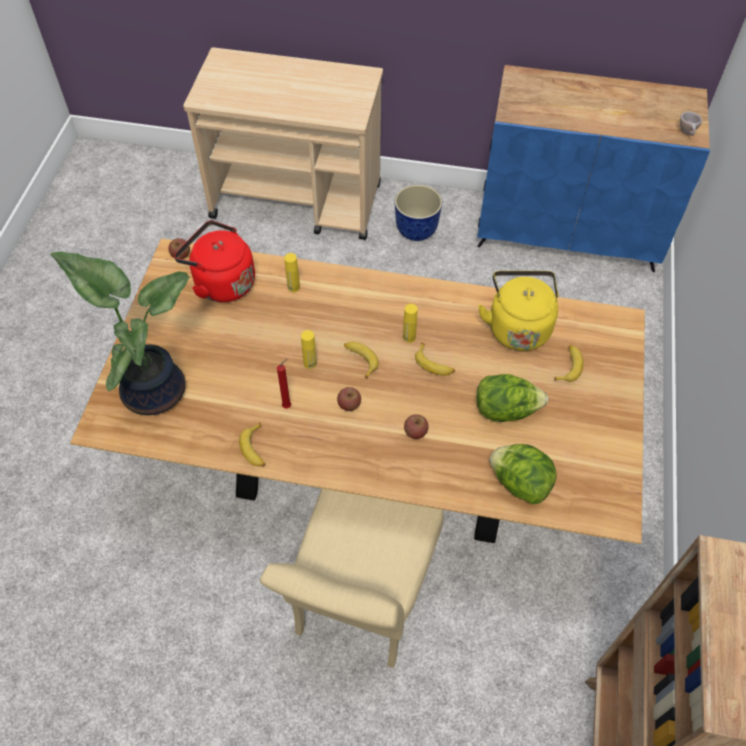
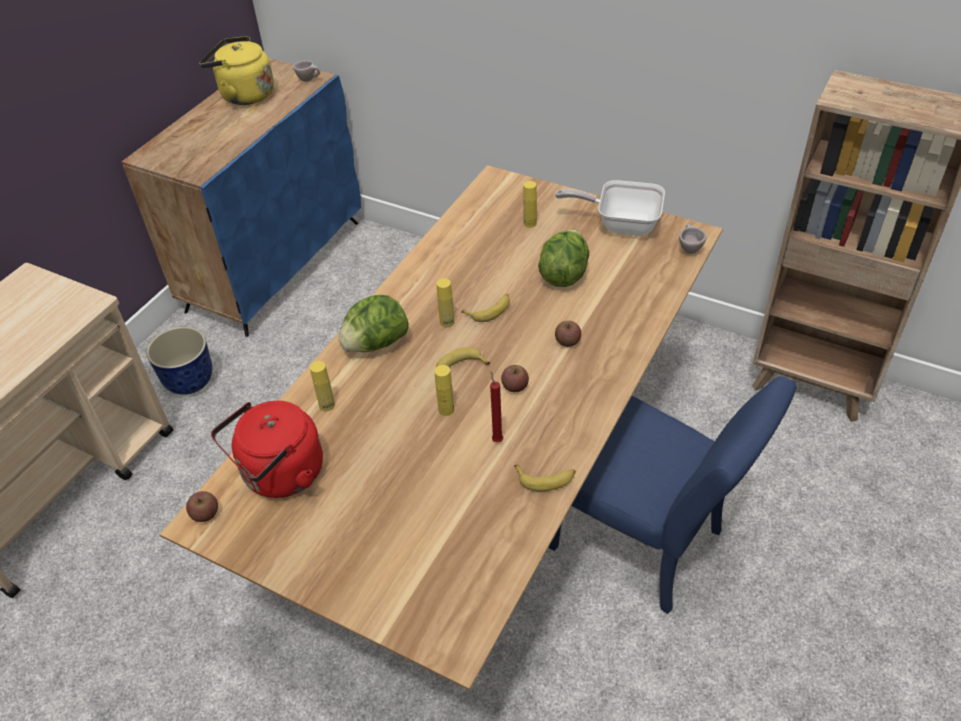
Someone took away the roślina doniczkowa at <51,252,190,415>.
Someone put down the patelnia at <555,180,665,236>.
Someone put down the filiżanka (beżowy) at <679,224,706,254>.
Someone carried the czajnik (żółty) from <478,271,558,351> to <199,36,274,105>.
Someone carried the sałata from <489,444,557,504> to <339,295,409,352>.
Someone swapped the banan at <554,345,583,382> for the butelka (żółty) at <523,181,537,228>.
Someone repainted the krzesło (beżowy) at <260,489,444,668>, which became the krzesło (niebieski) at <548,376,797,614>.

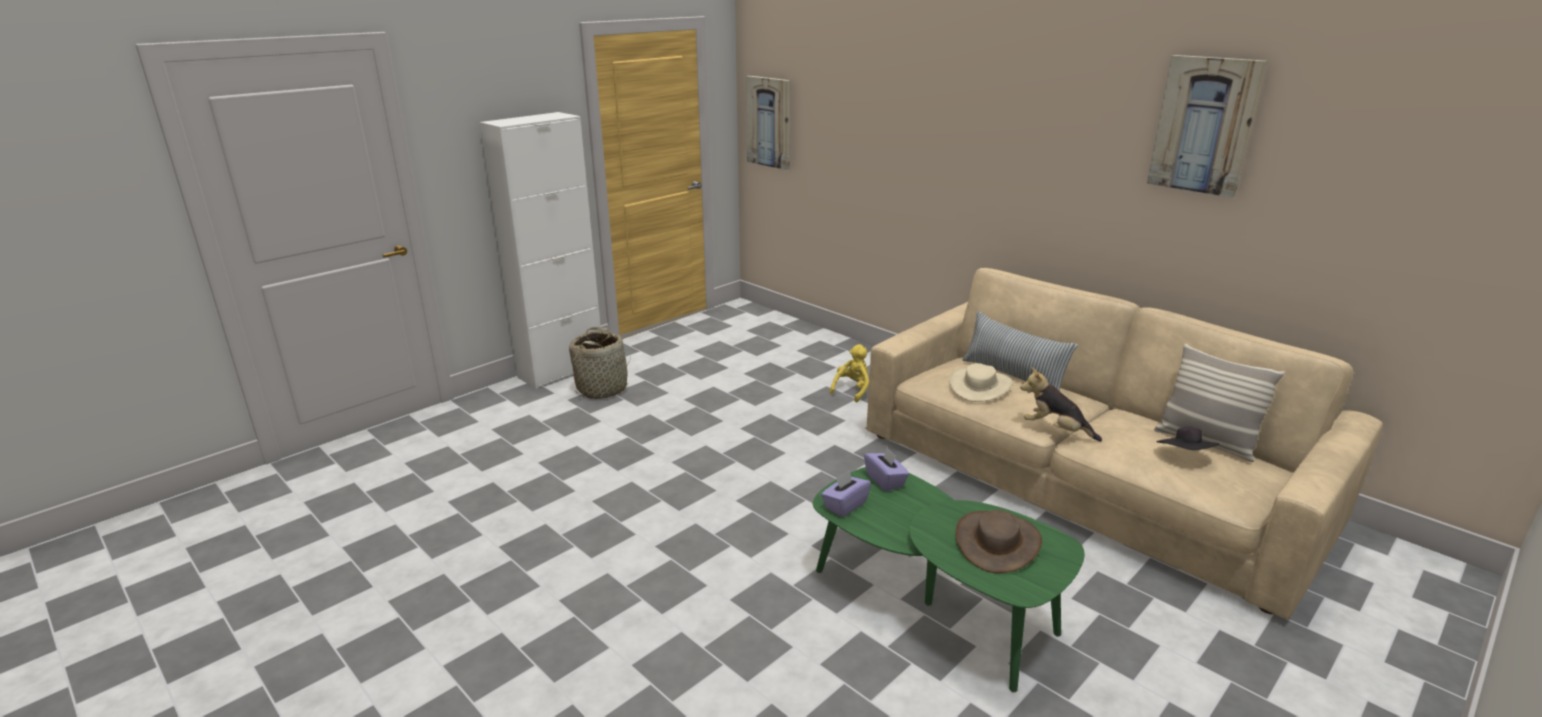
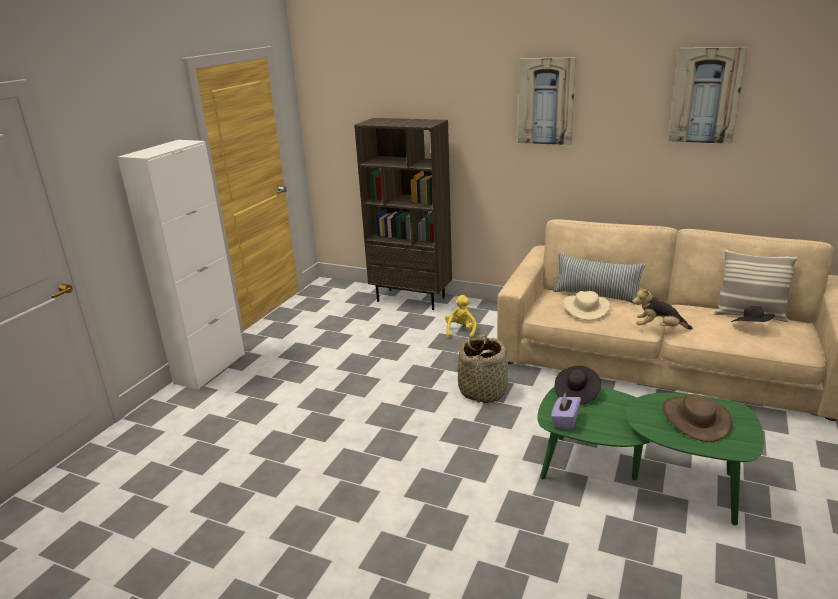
Someone put down the regał (brązowy) at <354,118,452,310>.
Someone carried the koszyk from <569,327,631,399> to <458,334,508,403>.
Someone carried the obraz from <746,76,790,170> to <518,57,577,145>.
Someone swapped the pudełko chusteczek (fioletowy) at <864,447,909,492> for the kapelusz (czarny) at <555,366,601,405>.

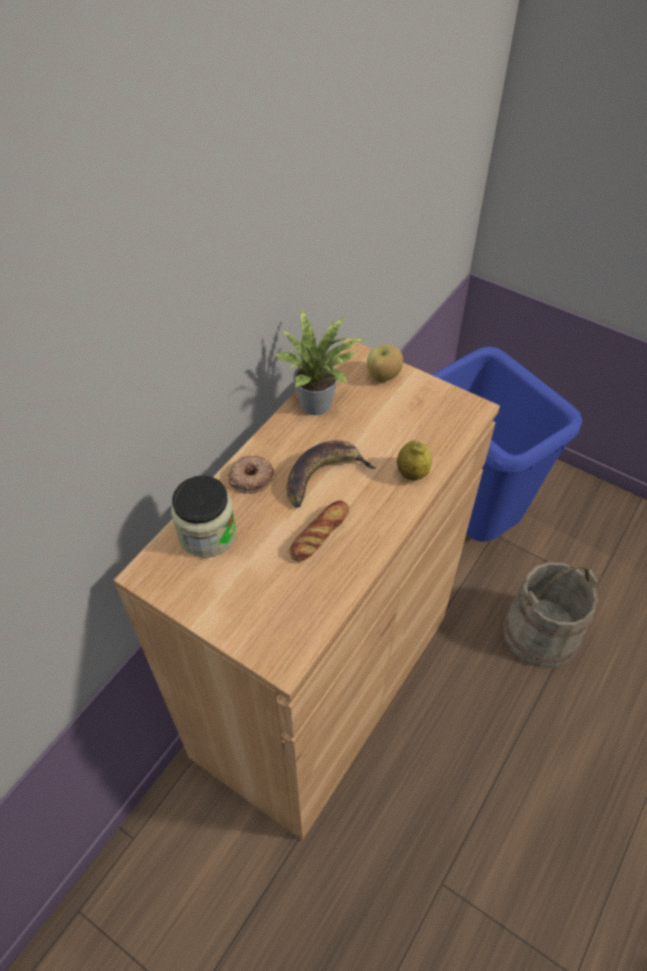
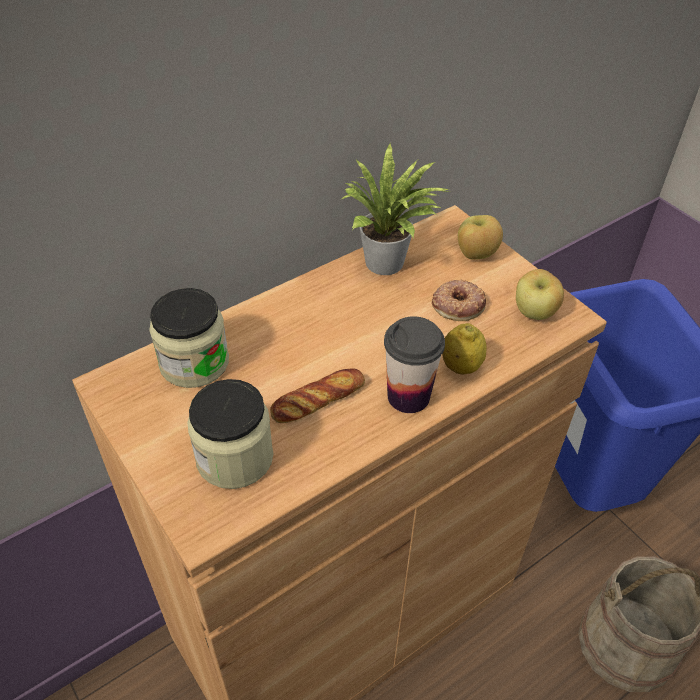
Someone took away the banan at <286,440,376,508>.
Someone put down the słoik at <187,379,273,489>.
Someone put down the filiżanka at <384,316,445,413>.
Someone put down the jabłko at <516,269,564,320>.
Someone carried the donut from <228,456,274,493> to <432,280,486,321>.

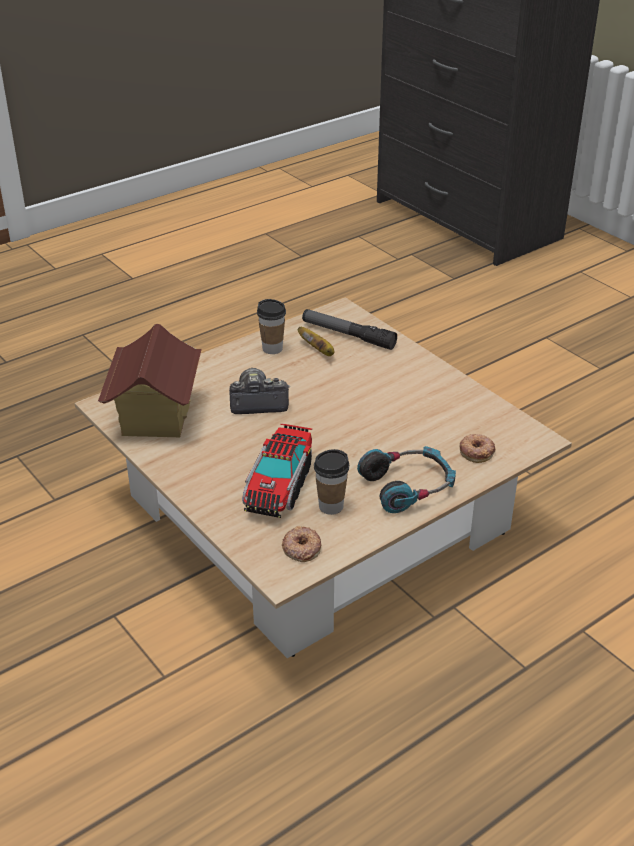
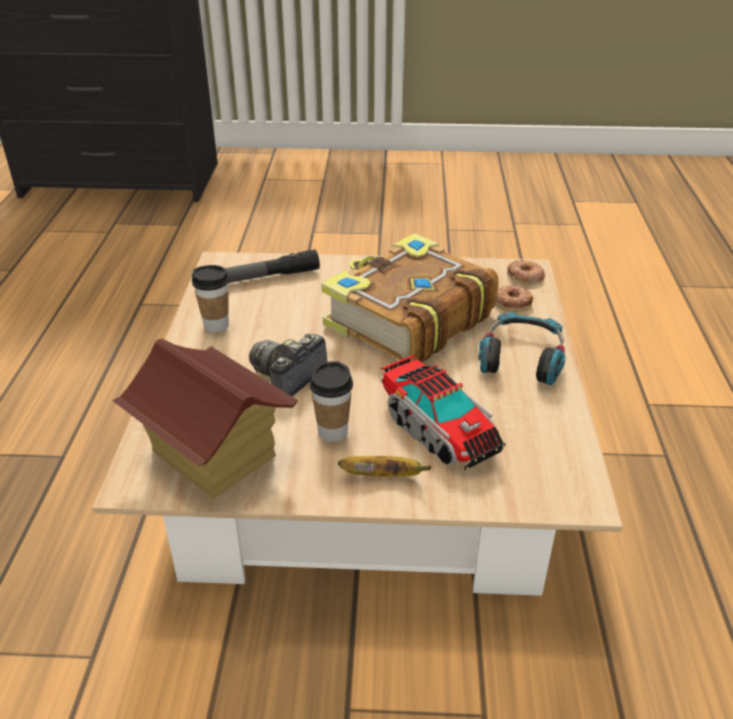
Someone put down the książka at <321,233,499,363>.
Someone carried the donut from <282,526,322,562> to <507,259,545,284>.
Someone carried the banan from <298,327,334,356> to <338,456,432,477>.
Someone carried the filiżanka from <314,449,349,515> to <310,361,353,442>.

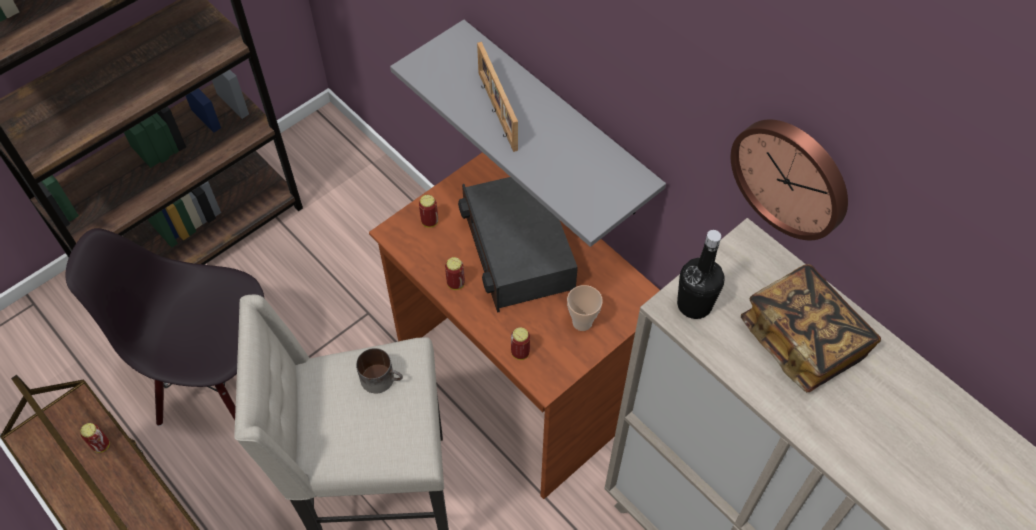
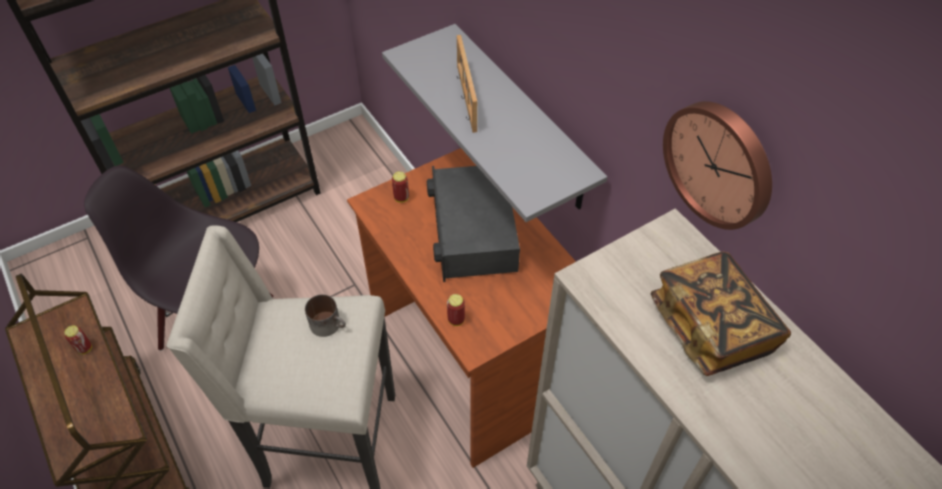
Someone took away the puszka at <445,257,465,290>.
Someone took away the filiżanka at <567,285,603,331>.
Someone took away the butelka (czarny) at <677,230,725,319>.

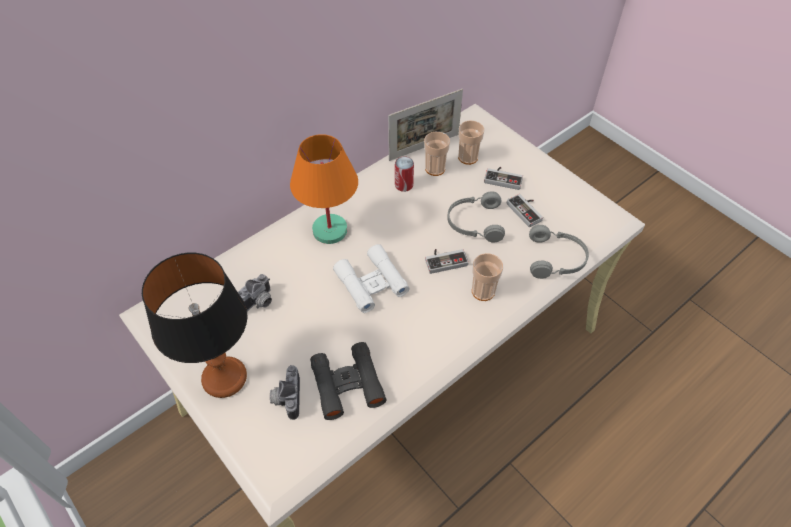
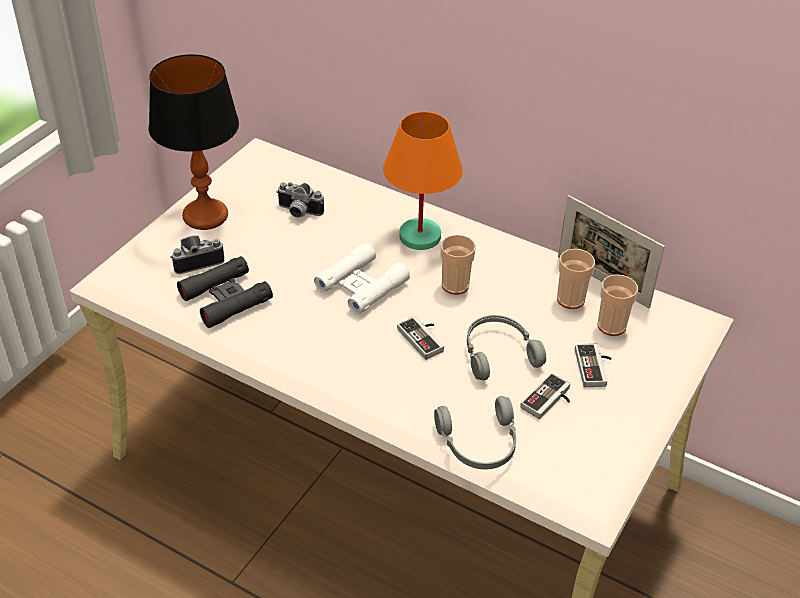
Someone took away the puszka at <395,156,414,192>.
Someone carried the filiżanka from <472,253,503,301> to <441,235,476,295>.

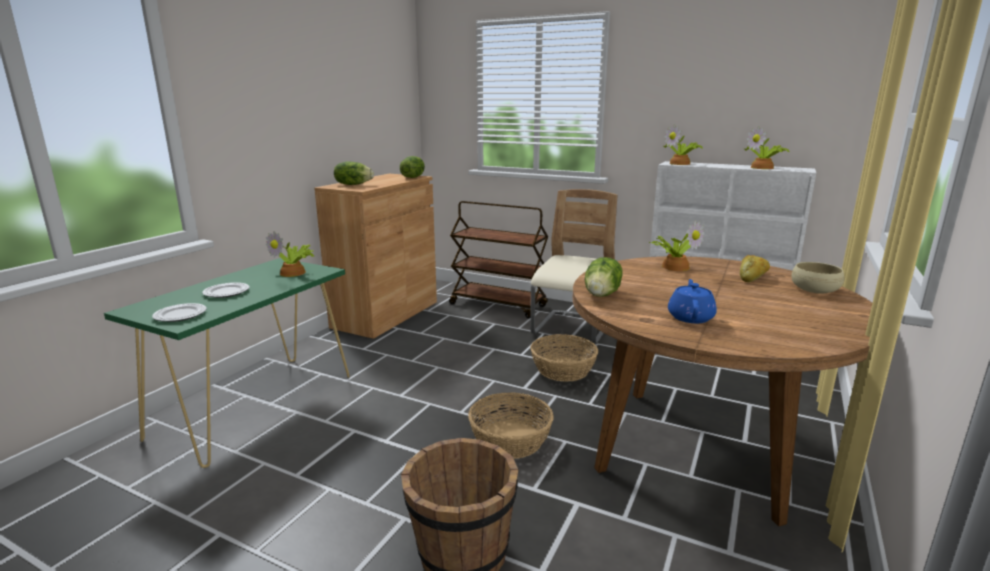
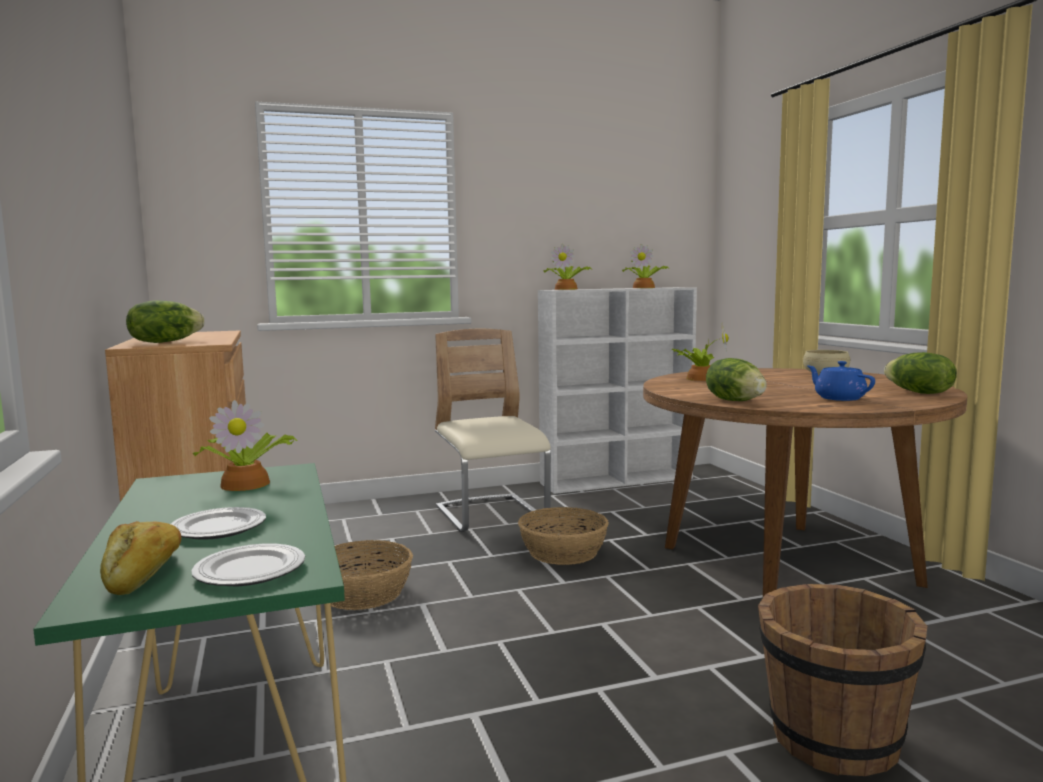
Someone took away the wózek (brązowy) at <449,201,548,318>.
Someone carried the sałata from <400,156,425,178> to <884,352,957,394>.
Someone carried the koszyk from <468,393,554,459> to <331,540,413,610>.
Someone carried the chleb from <740,255,770,282> to <100,521,181,595>.

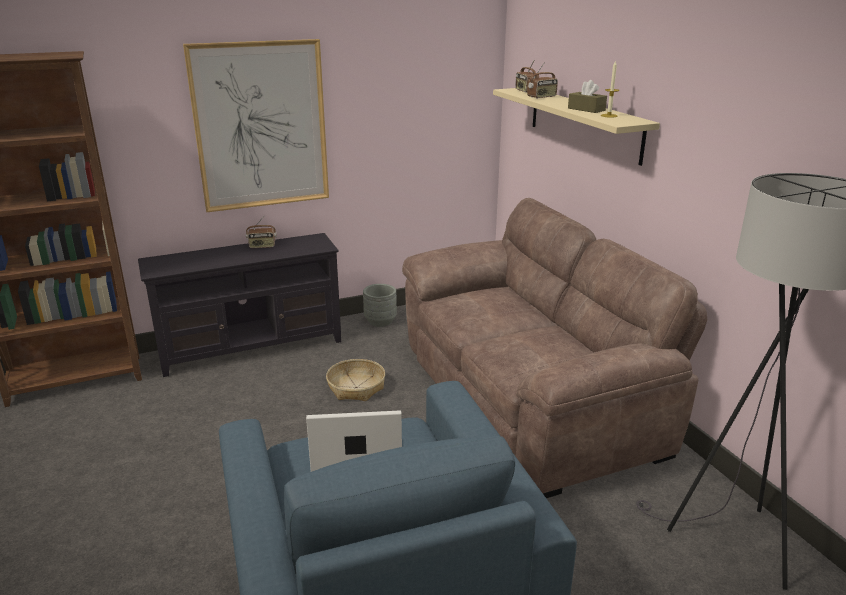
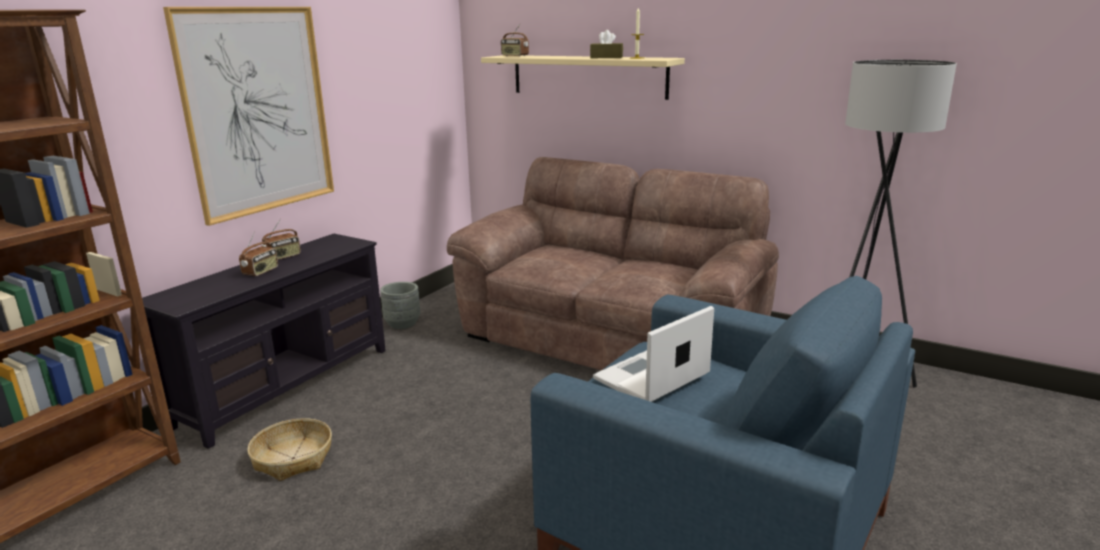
Someone carried the koszyk from <326,359,385,401> to <247,418,332,481>.
Someone carried the radio from <527,62,558,99> to <239,231,278,276>.

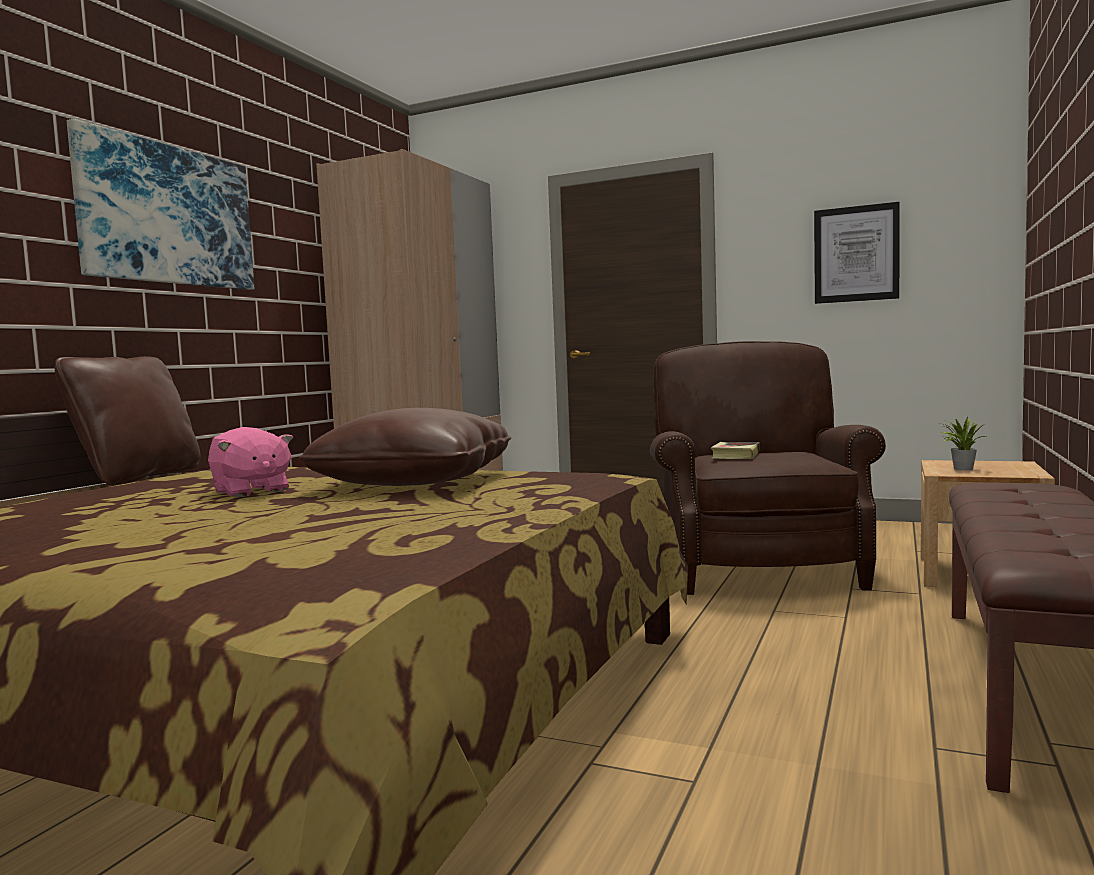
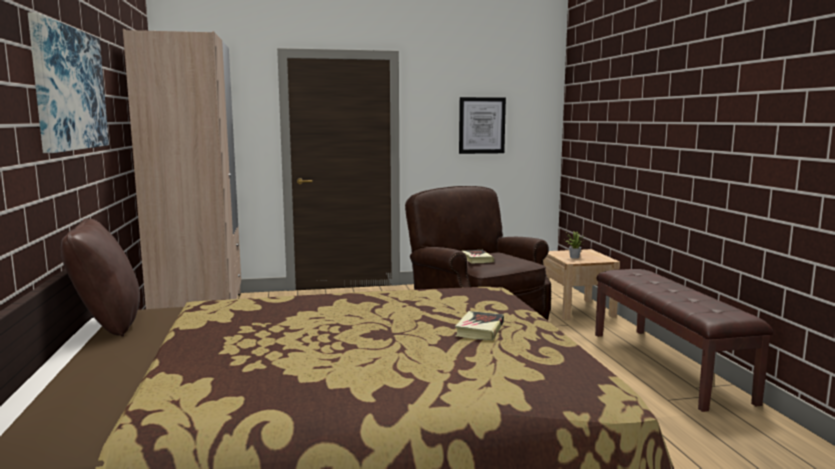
Someone took away the pluszak (różowy) at <208,427,293,497>.
Someone took away the poduszka (brązowy) at <299,408,511,486>.
Someone put down the książka at <455,311,504,340>.

